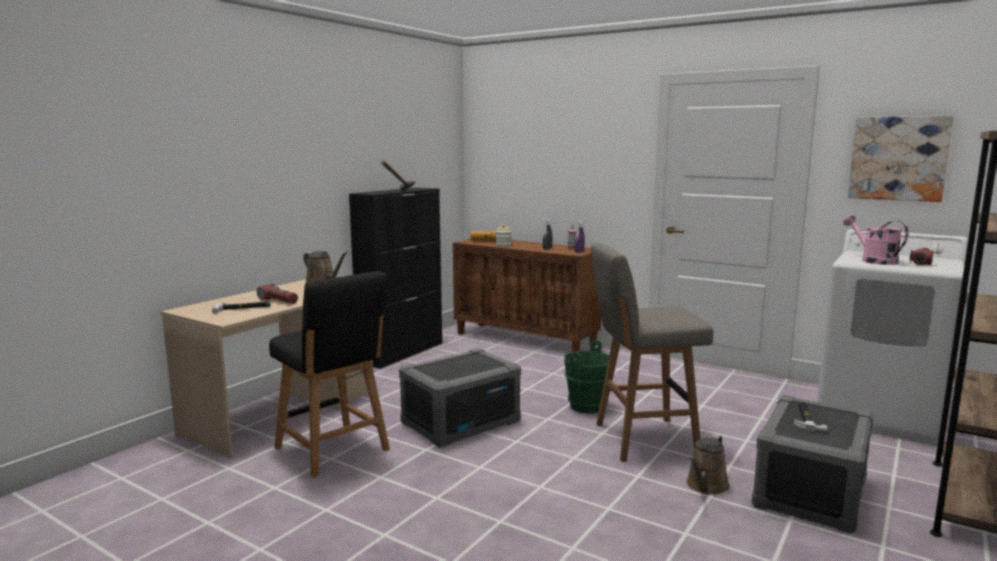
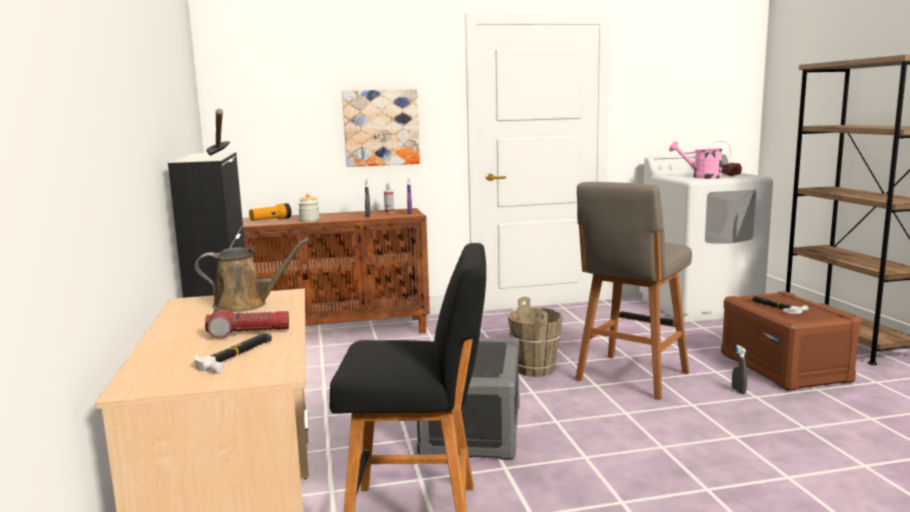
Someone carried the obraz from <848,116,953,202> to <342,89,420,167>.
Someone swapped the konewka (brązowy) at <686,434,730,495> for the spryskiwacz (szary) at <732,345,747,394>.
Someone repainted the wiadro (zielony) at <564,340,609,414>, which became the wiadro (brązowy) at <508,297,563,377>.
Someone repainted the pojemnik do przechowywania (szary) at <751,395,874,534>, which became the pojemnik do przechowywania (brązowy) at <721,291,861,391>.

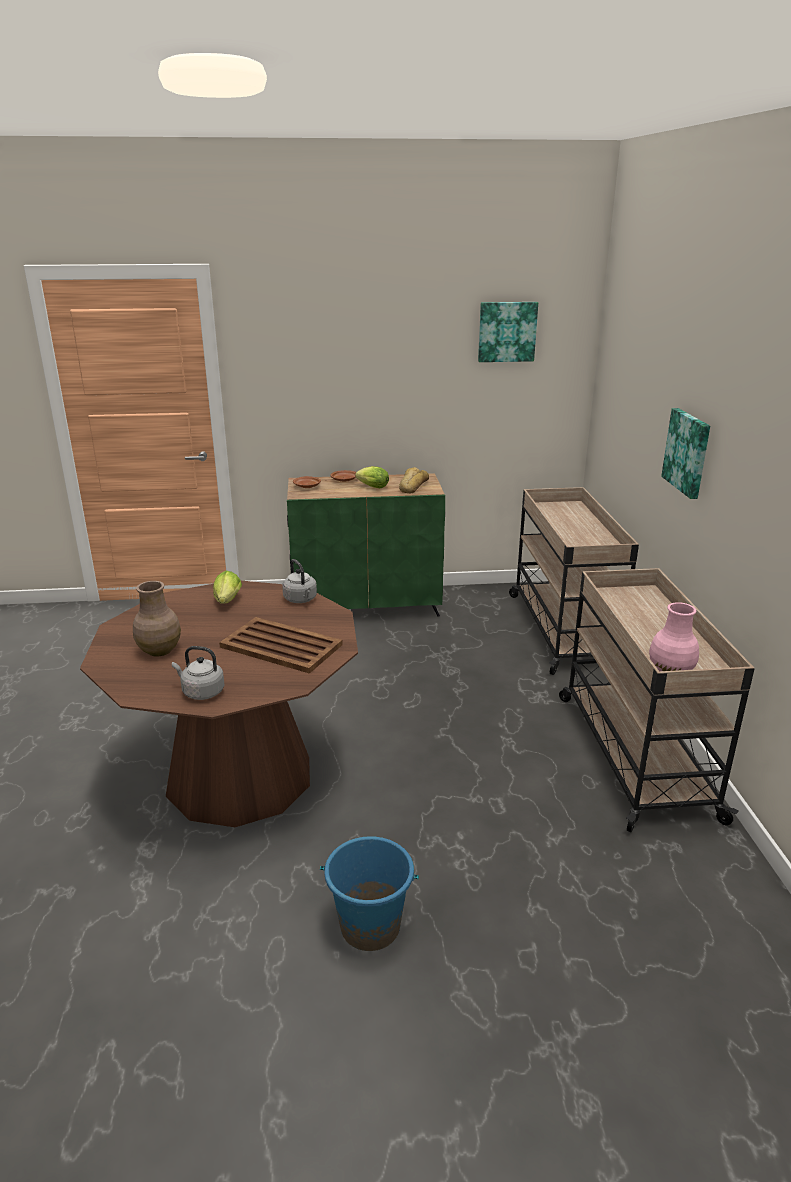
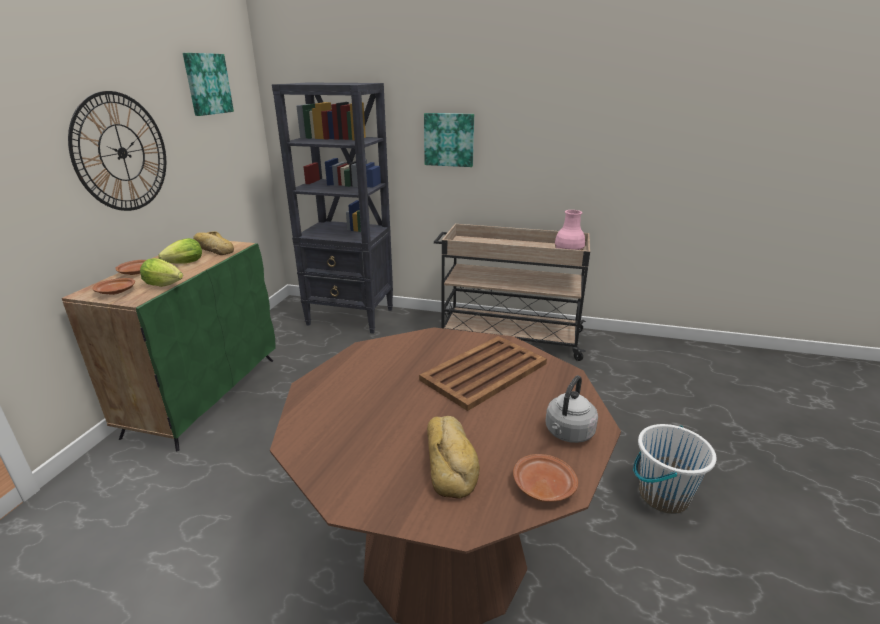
Someone took away the czajnik (szary) at <282,559,317,603>.
Someone put up the zegar ścienny at <68,91,166,211>.
Someone put down the talerz (brązowy) at <513,454,578,502>.
Someone carried the sałata from <213,571,242,604> to <140,258,183,287>.
Someone swapped the wazon (brązowy) at <133,581,181,657> for the chleb at <427,416,480,499>.
Someone swapped the wózek (beżowy) at <509,487,639,675> for the regał (czarny) at <272,83,393,334>.
Someone repainted the wiadro (niebieski) at <320,836,419,951>, which became the wiadro (biały) at <633,424,717,514>.

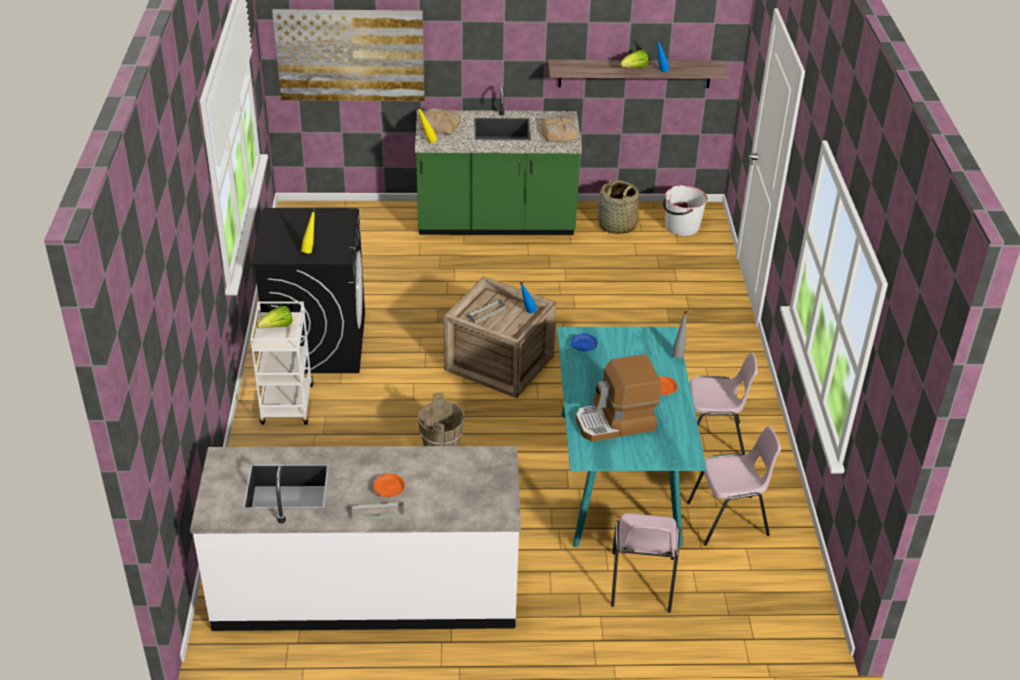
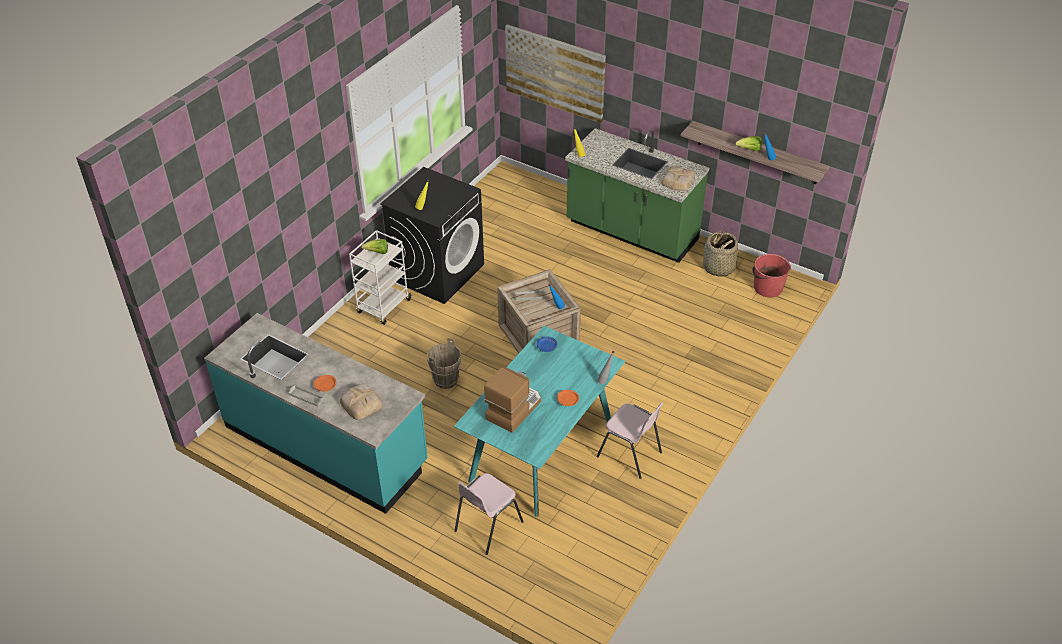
Someone took away the krzesło (różowy) at <687,426,781,546>.
Someone carried the chleb from <419,108,461,135> to <340,383,383,420>.
Someone repainted the zabudowa kuchenna (biały) at <190,446,521,631>, which became the zabudowa kuchenna (turkusowy) at <204,313,428,514>.
Someone repainted the wiadro (biały) at <663,185,708,236>, which became the wiadro (czerwony) at <752,254,791,297>.
Someone rotated the ekspres do kawy at <576,354,661,442> by 105 degrees clockwise.

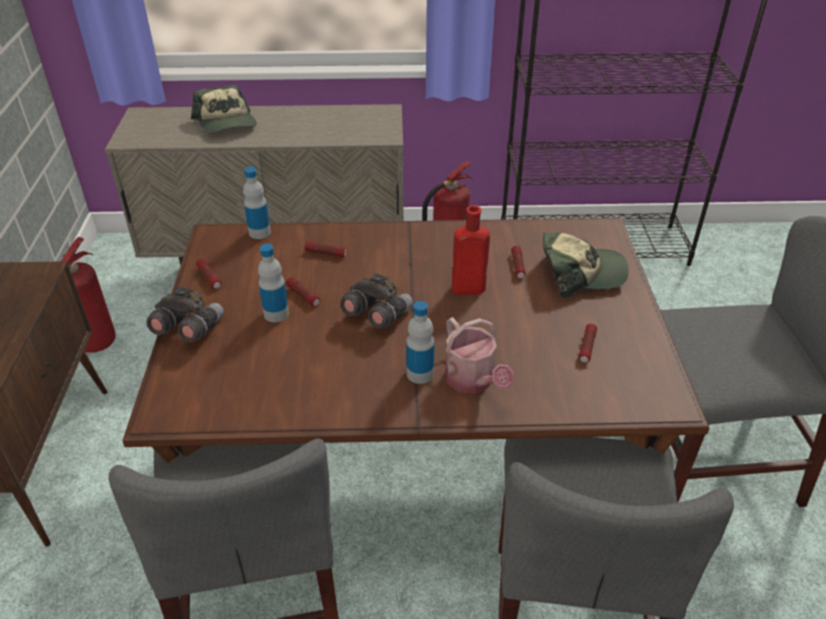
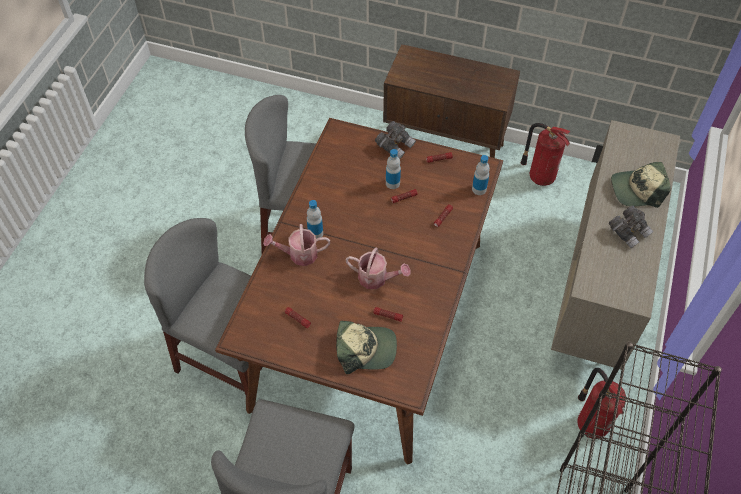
Someone carried the lornetka (szary) from <340,273,413,328> to <609,205,653,248>.
Someone swapped the butelka (czerwony) at <452,205,490,295> for the konewka at <345,247,410,289>.
Someone rotated the czapka z daszkiem at <543,233,629,298> by 105 degrees counterclockwise.

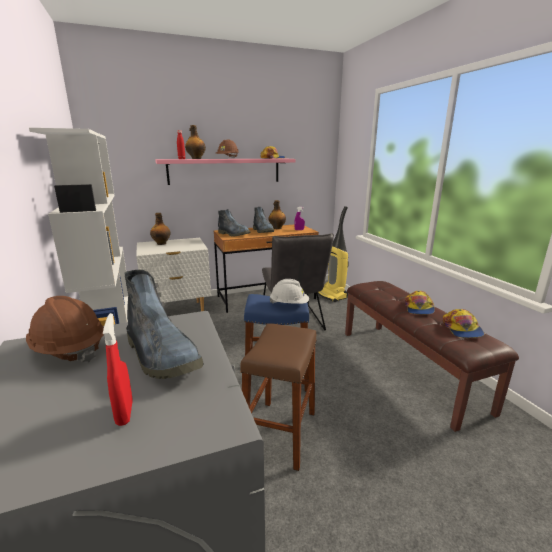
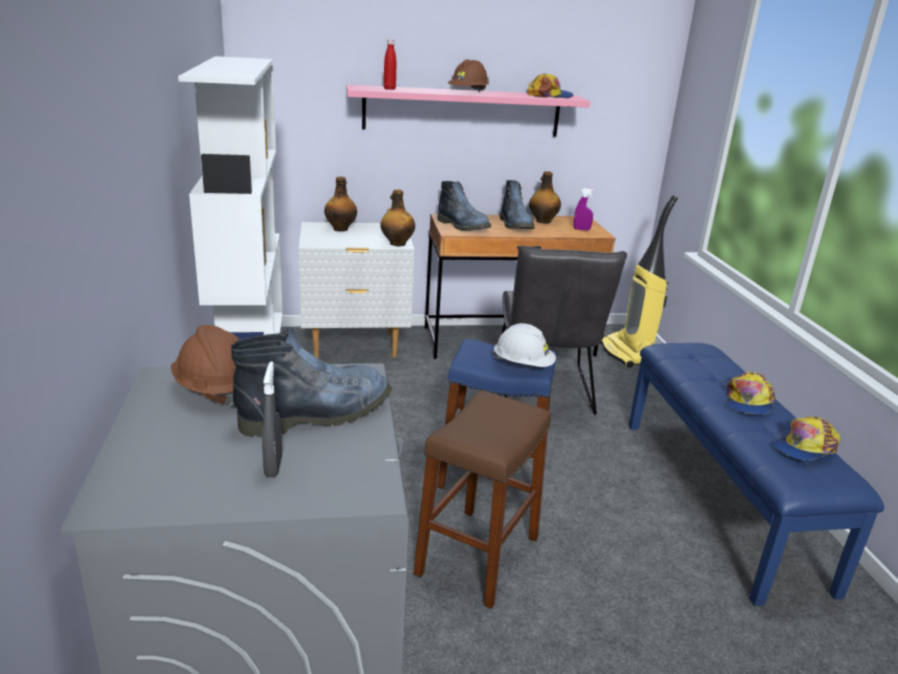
Someone carried the butelka from <185,125,206,159> to <380,189,415,246>.
Someone repainted the spryskiwacz (czerwony) at <103,313,133,426>, which became the spryskiwacz (szary) at <262,362,282,477>.
Someone repainted the ławka (brązowy) at <345,281,519,432>, which became the ławka (niebieski) at <629,343,884,606>.
Someone rotated the but z cholewką at <125,270,203,379> by 90 degrees counterclockwise.
Someone rotated the czapka z daszkiem at <443,309,484,338> by 45 degrees clockwise.

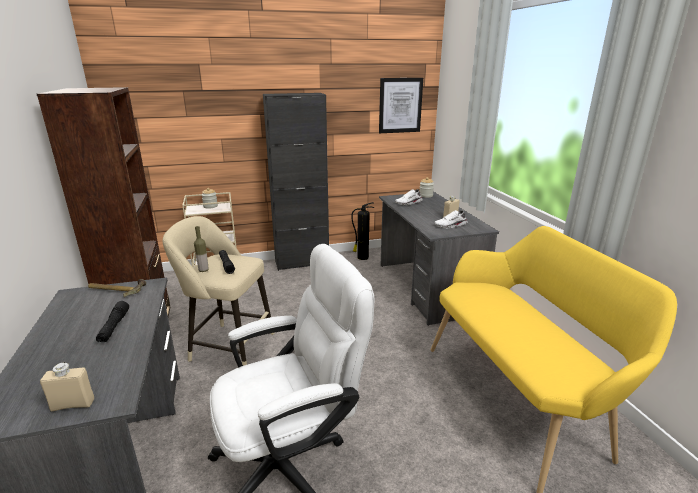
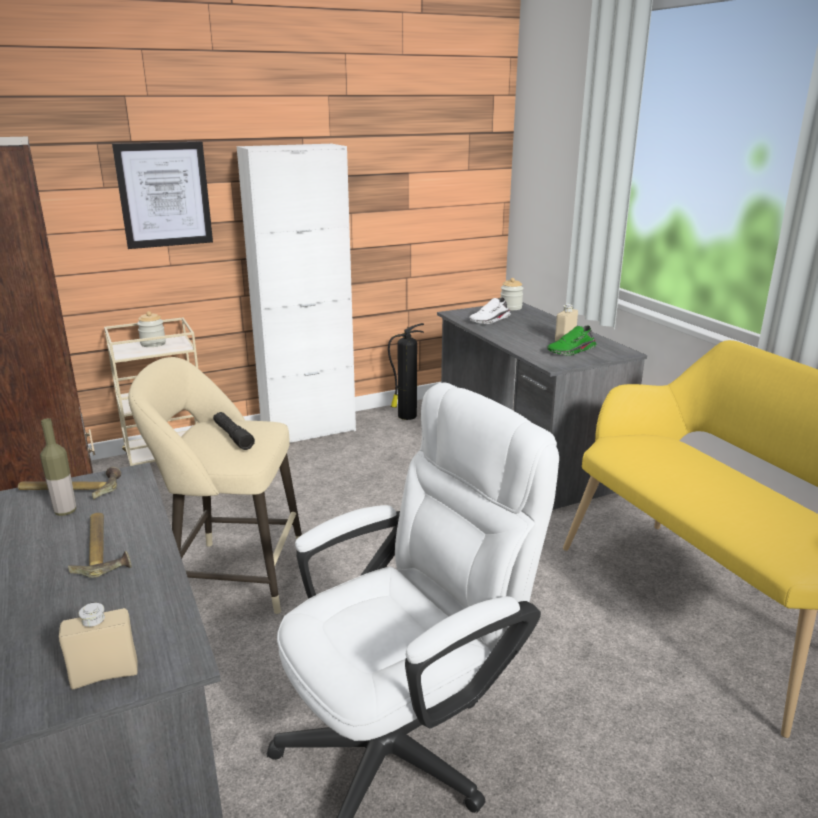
Someone carried the butelka from <194,226,209,272> to <40,418,76,516>.
Someone carried the obraz from <379,78,423,133> to <112,142,213,249>.
Someone swapped the latarka (czarny) at <96,301,129,342> for the młotek at <68,513,132,578>.
Someone repainted the szafka (czarny) at <263,93,329,271>, which became the szafka (biały) at <237,144,356,443>.
Someone repainted the but (biały) at <434,210,468,229>, which became the but (zielony) at <547,325,597,355>.

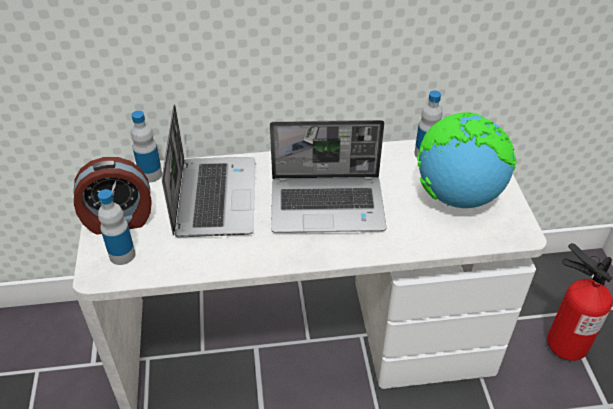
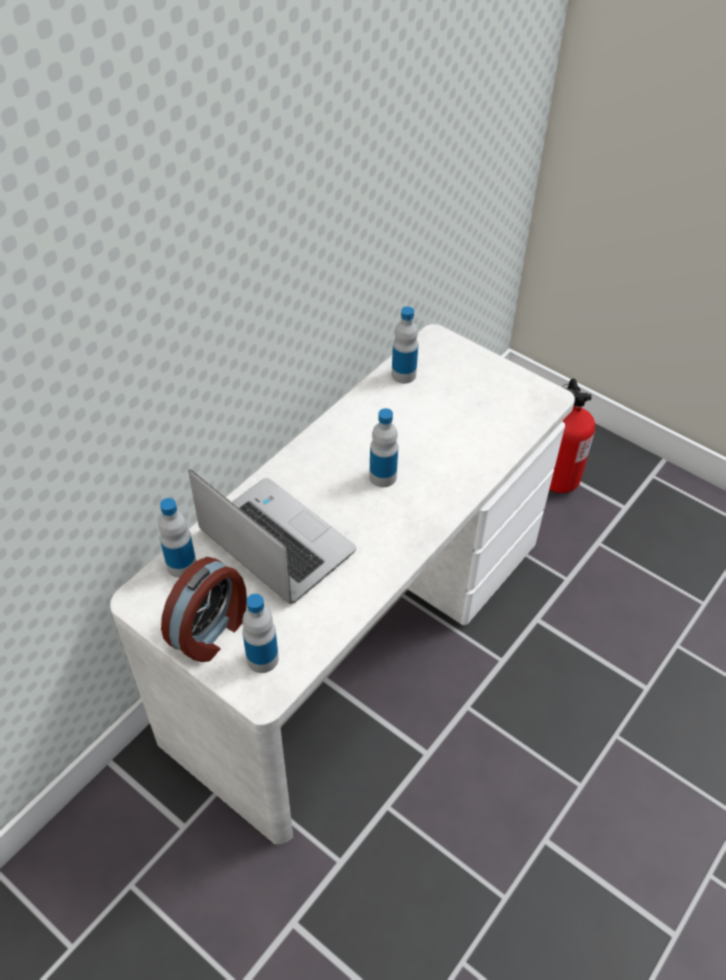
Someone took away the globus at <417,112,517,208>.
Someone swapped the laptop at <270,120,386,233> for the butelka at <369,408,398,487>.

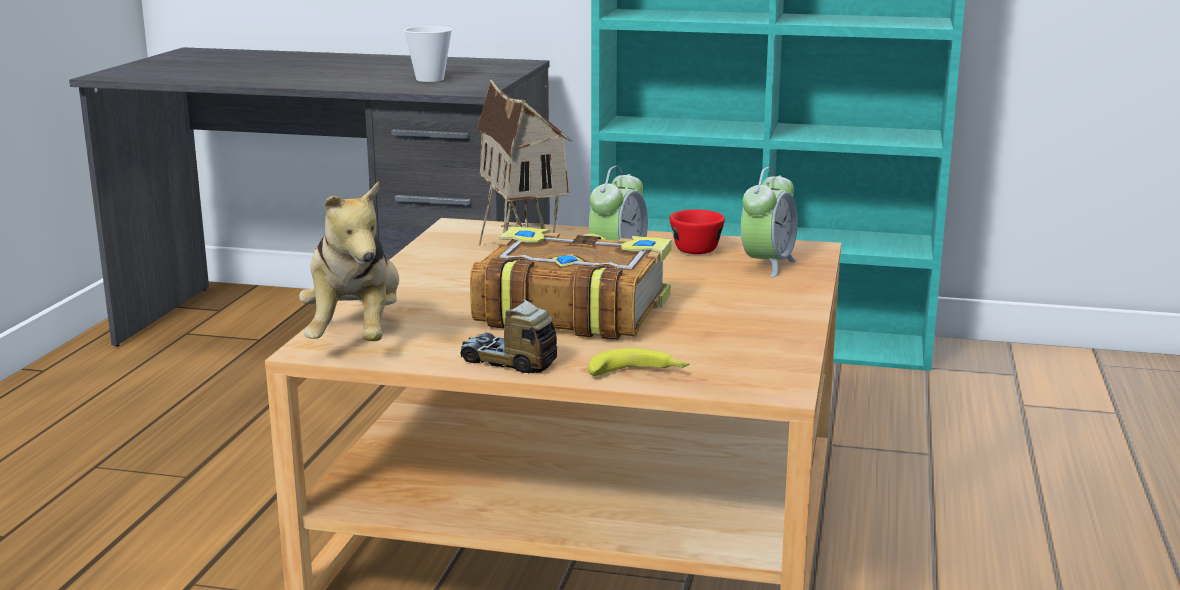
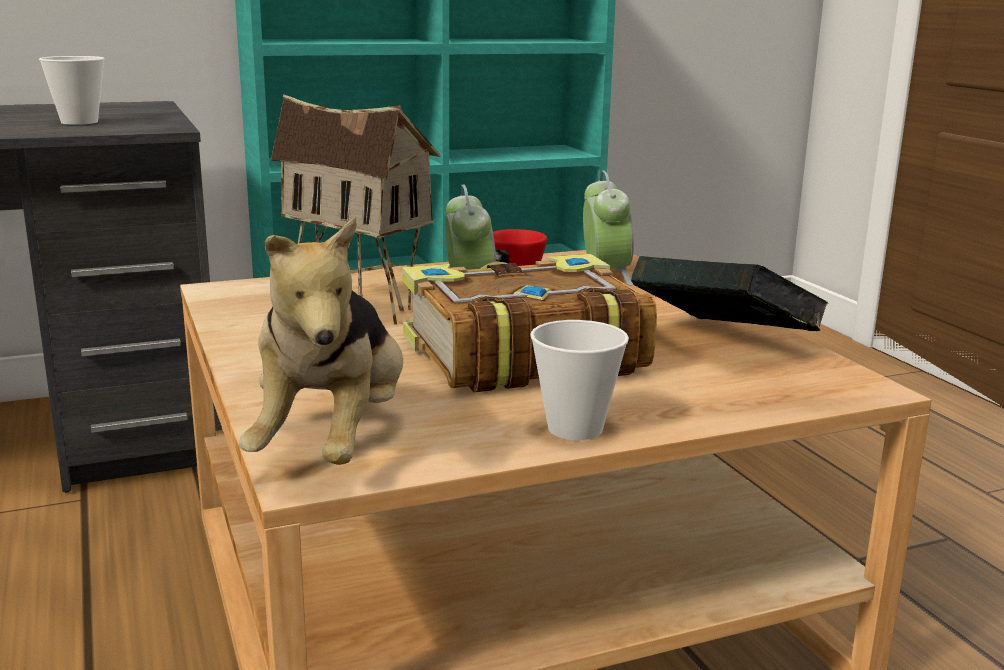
Someone took away the banan at <588,348,689,376>.
Someone put down the książka at <631,256,829,331>.
Someone swapped the ciężarówka zabawkowa at <460,299,557,373> for the filiżanka at <530,320,629,440>.
Someone rotated the pluszak at <299,181,399,341> by 45 degrees clockwise.

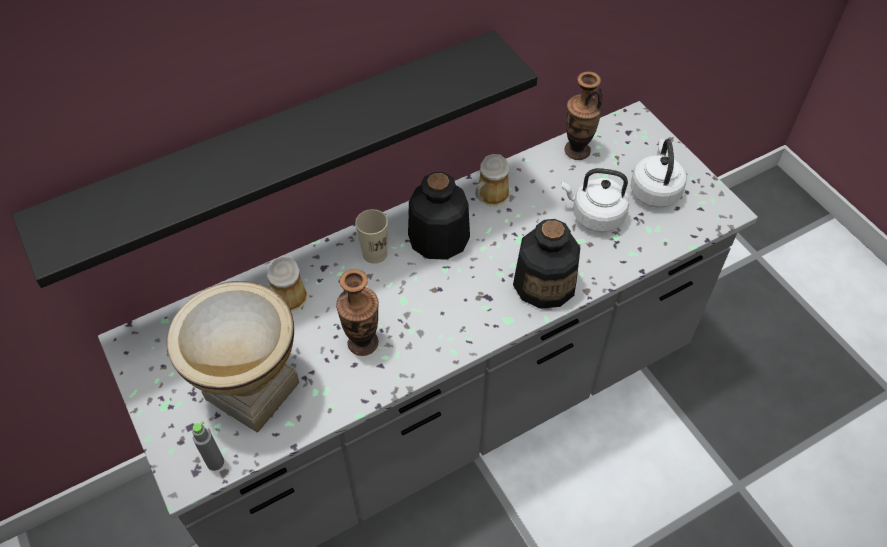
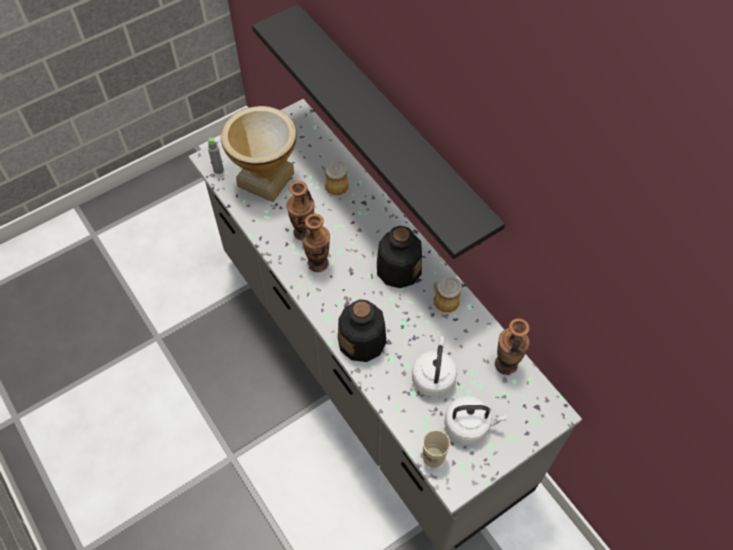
Someone put down the wazon at <301,213,330,272>.
Someone carried the filiżanka (beżowy) from <355,209,388,264> to <423,430,450,468>.

